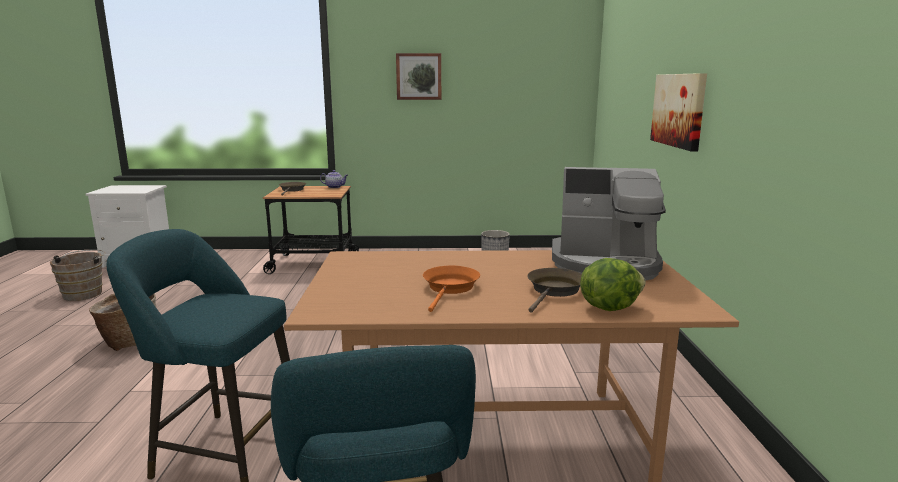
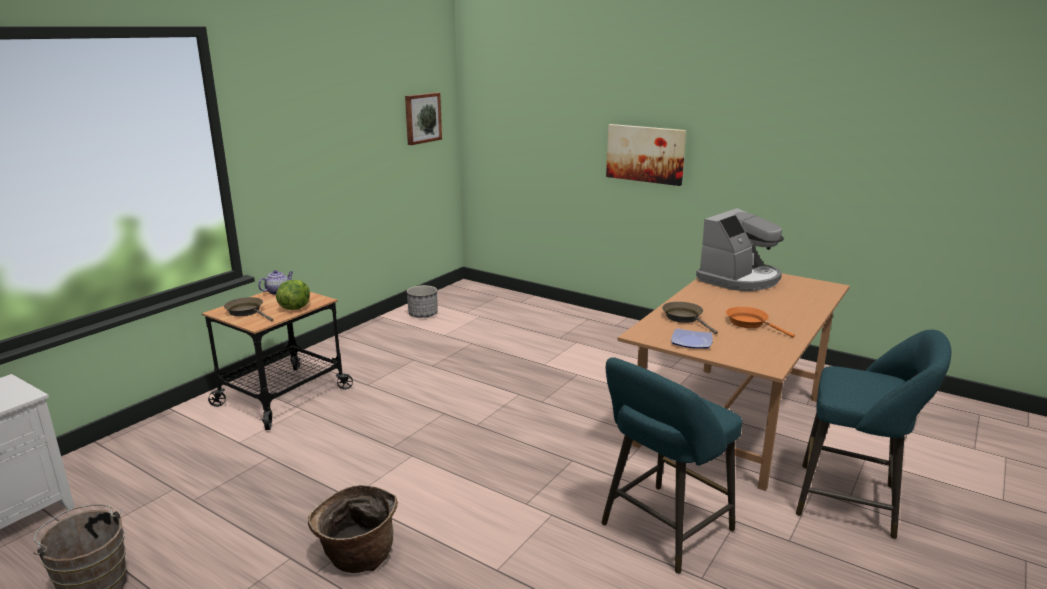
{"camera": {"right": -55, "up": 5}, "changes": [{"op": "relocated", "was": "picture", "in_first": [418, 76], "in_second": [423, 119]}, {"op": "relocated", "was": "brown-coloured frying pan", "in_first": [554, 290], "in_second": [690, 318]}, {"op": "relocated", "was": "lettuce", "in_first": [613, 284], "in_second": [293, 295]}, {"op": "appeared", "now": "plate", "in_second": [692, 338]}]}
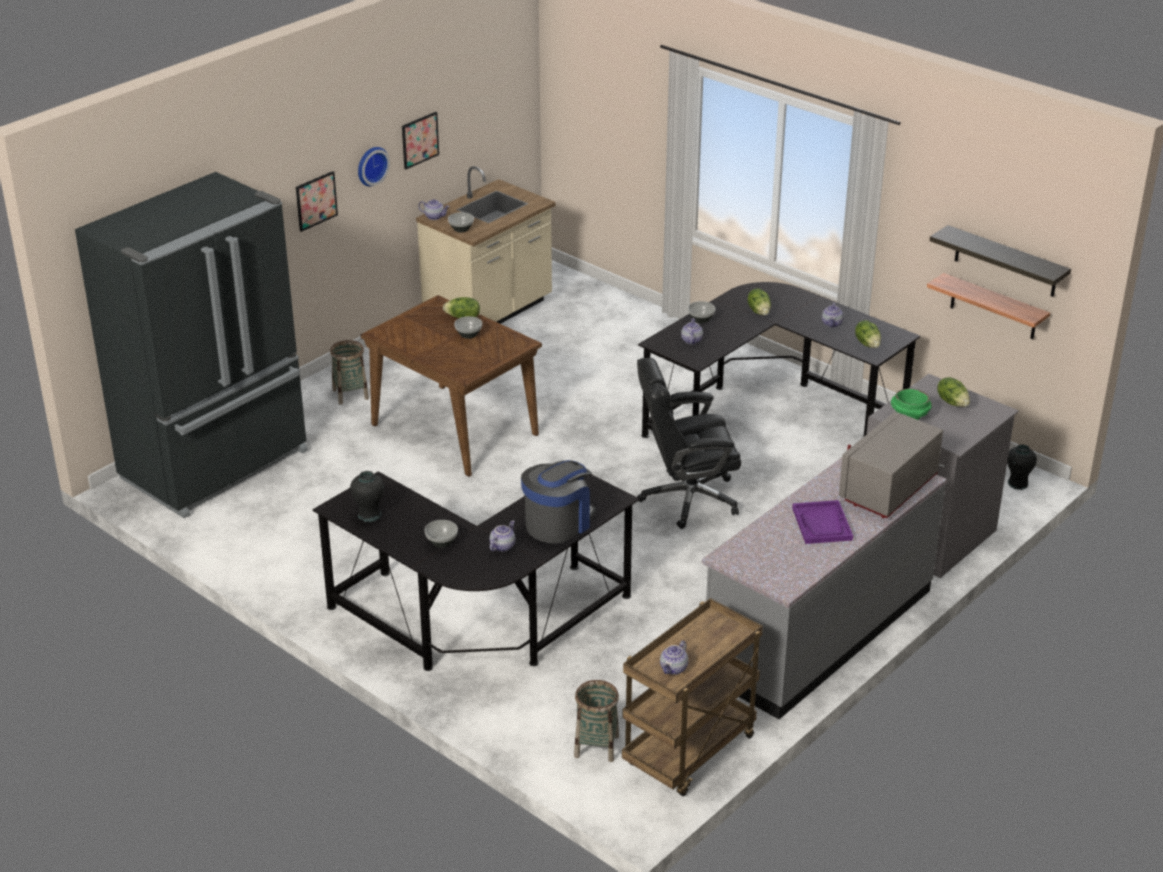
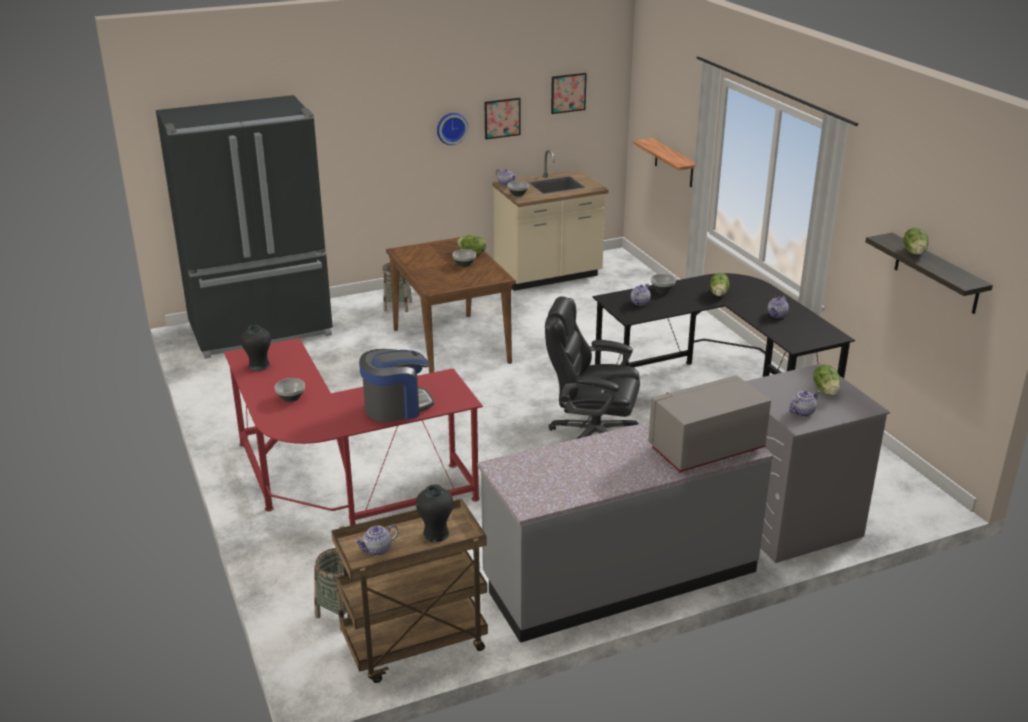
{"camera": {"right": 25, "up": -5}, "changes": [{"op": "relocated", "was": "picture", "in_first": [317, 201], "in_second": [569, 93]}, {"op": "colour", "was": "black desk", "now": "reddish desk", "in_first": [475, 571], "in_second": [353, 432]}, {"op": "relocated", "was": "teapot", "in_first": [502, 536], "in_second": [804, 403]}, {"op": "missing", "was": "purplish carrying tray", "in_first": [822, 522]}, {"op": "relocated", "was": "lettuce", "in_first": [868, 334], "in_second": [915, 241]}, {"op": "missing", "was": "green-coloured serving bowl", "in_first": [911, 404]}, {"op": "relocated", "was": "wall shelf", "in_first": [988, 306], "in_second": [664, 162]}, {"op": "relocated", "was": "black vase", "in_first": [1022, 467], "in_second": [434, 514]}]}
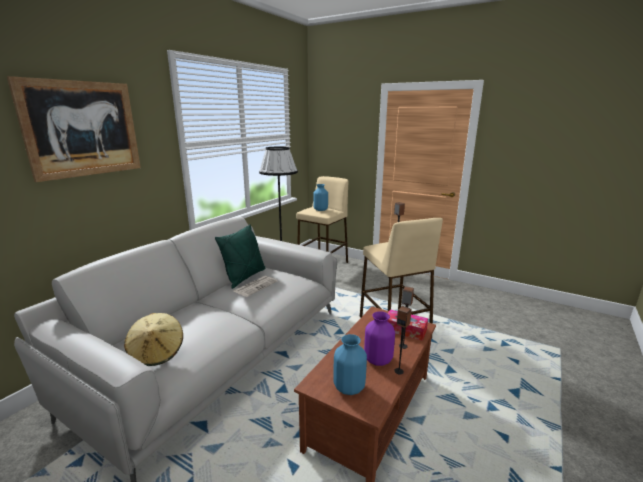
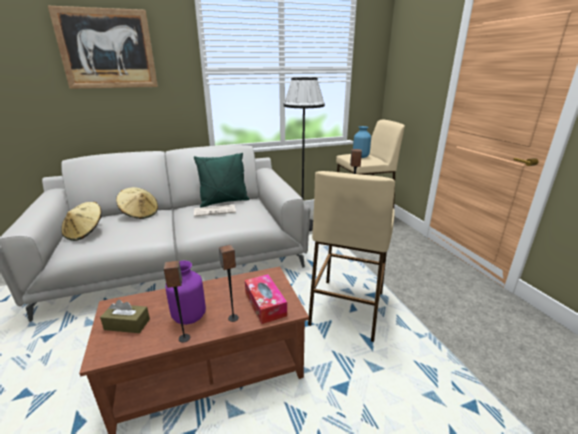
{"camera": {"right": 40, "up": 5}, "changes": [{"op": "exchanged", "was": "blue-coloured vase", "now": "brown-coloured tissue holder", "in_first": [350, 364], "in_second": [125, 316]}, {"op": "appeared", "now": "beige-coloured wearable hat", "in_second": [137, 203]}]}
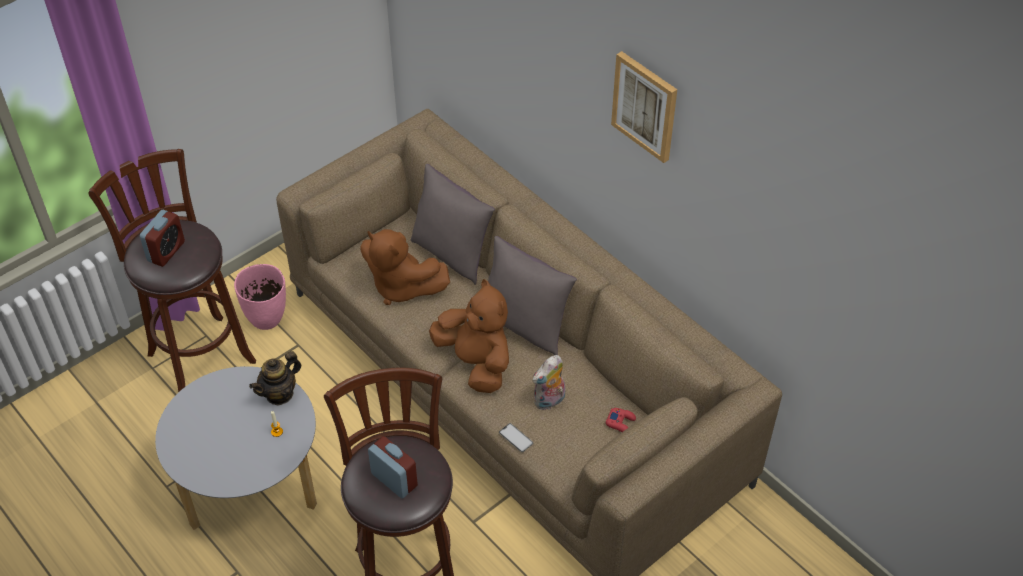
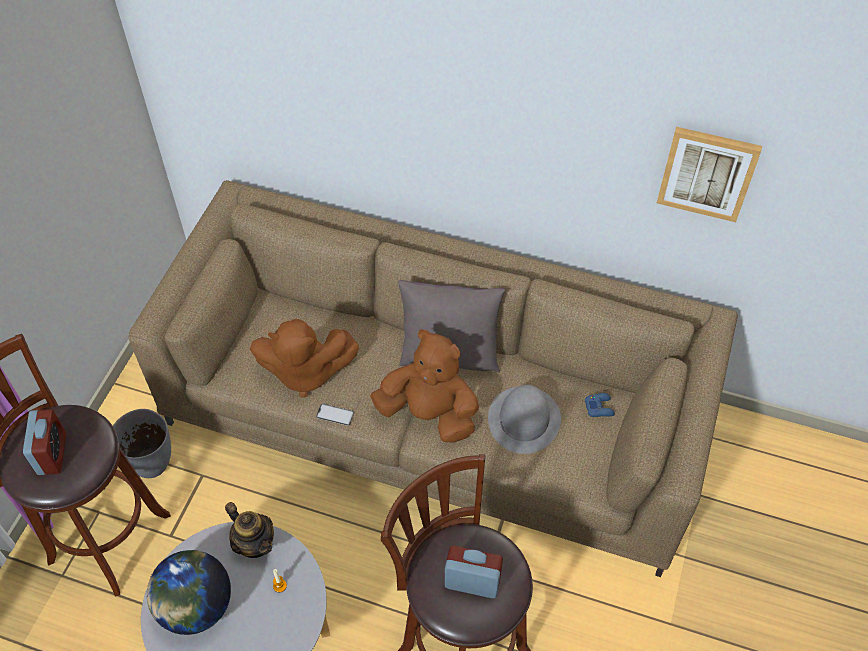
{"camera": {"right": -30, "up": 5}, "changes": [{"op": "colour", "was": "pink vase", "now": "greyish vase", "in_first": [260, 297], "in_second": [142, 443]}, {"op": "spun", "was": "teapot", "in_first": [275, 378], "in_second": [249, 530], "clockwise": -60}, {"op": "missing", "was": "greyish cushion", "in_first": [453, 224]}, {"op": "relocated", "was": "telephone", "in_first": [516, 437], "in_second": [335, 414]}, {"op": "exchanged", "was": "plush toy", "now": "greyish wearable hat", "in_first": [549, 382], "in_second": [524, 419]}, {"op": "colour", "was": "reddish game controller", "now": "blue-coloured game controller", "in_first": [620, 420], "in_second": [600, 405]}, {"op": "relocated", "was": "picture", "in_first": [644, 107], "in_second": [709, 174]}, {"op": "appeared", "now": "world globe", "in_second": [189, 592]}]}
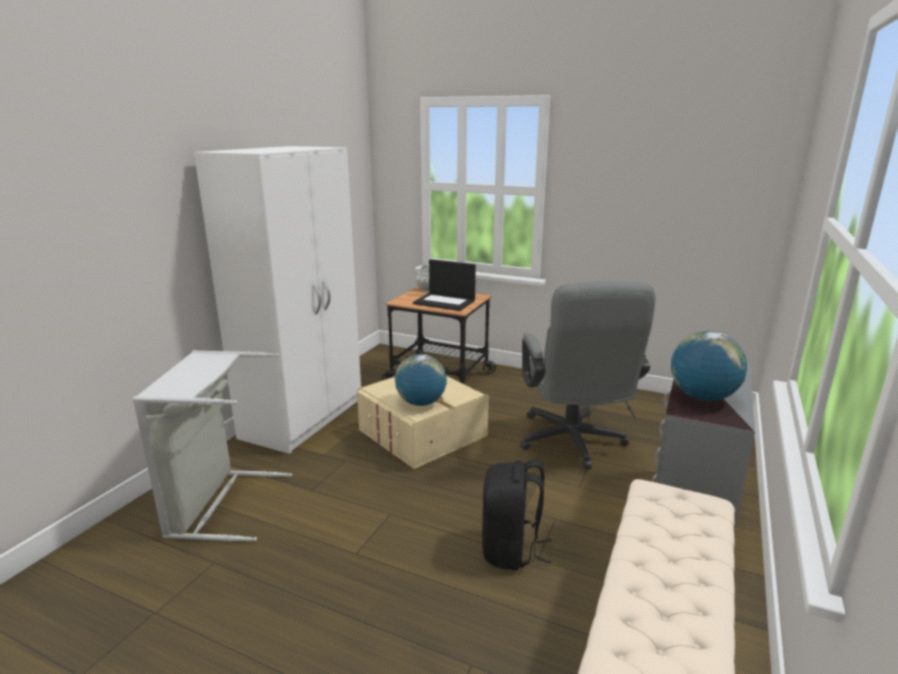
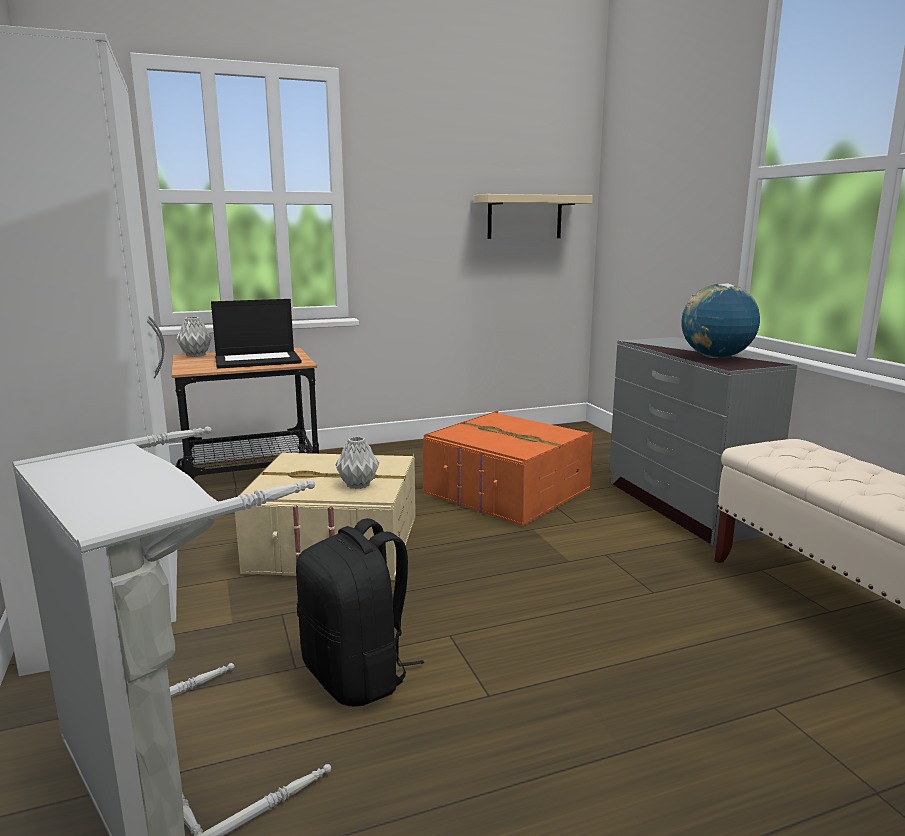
{"camera": {"right": -45, "up": -5}, "changes": [{"op": "exchanged", "was": "world globe", "now": "greyish vase", "in_first": [421, 380], "in_second": [357, 462]}, {"op": "relocated", "was": "black backpack", "in_first": [516, 515], "in_second": [360, 612]}, {"op": "exchanged", "was": "greyish desk chair", "now": "orange storage container", "in_first": [588, 375], "in_second": [508, 468]}, {"op": "appeared", "now": "beige-coloured wall shelf", "in_second": [533, 216]}]}
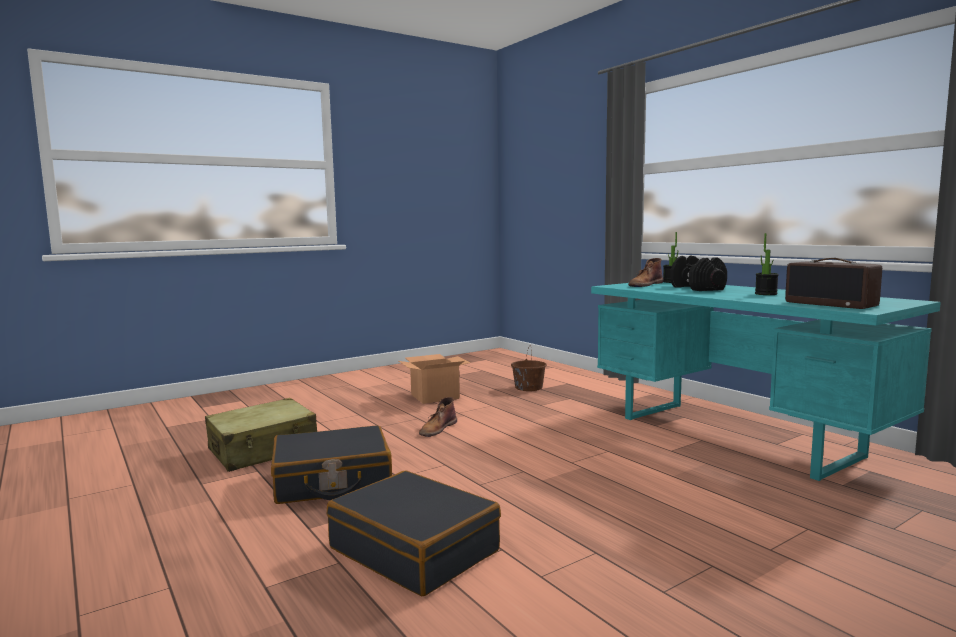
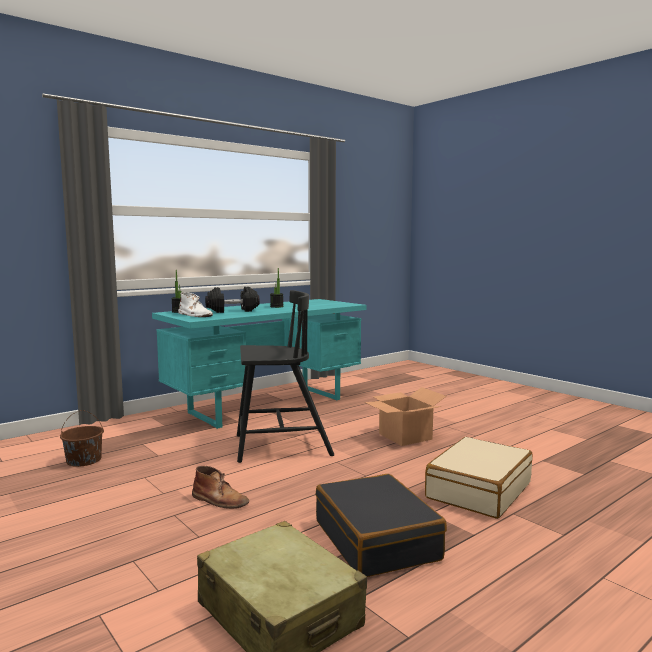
{"camera": {"right": -95, "up": 0}, "changes": [{"op": "colour", "was": "black suitcase", "now": "beige-coloured suitcase", "in_first": [414, 533], "in_second": [478, 478]}, {"op": "relocated", "was": "packing box", "in_first": [435, 379], "in_second": [405, 416]}, {"op": "colour", "was": "brown-coloured boot", "now": "whitish boot", "in_first": [646, 272], "in_second": [195, 304]}, {"op": "missing", "was": "radio set", "in_first": [833, 283]}, {"op": "appeared", "now": "black upright chair", "in_second": [285, 376]}]}
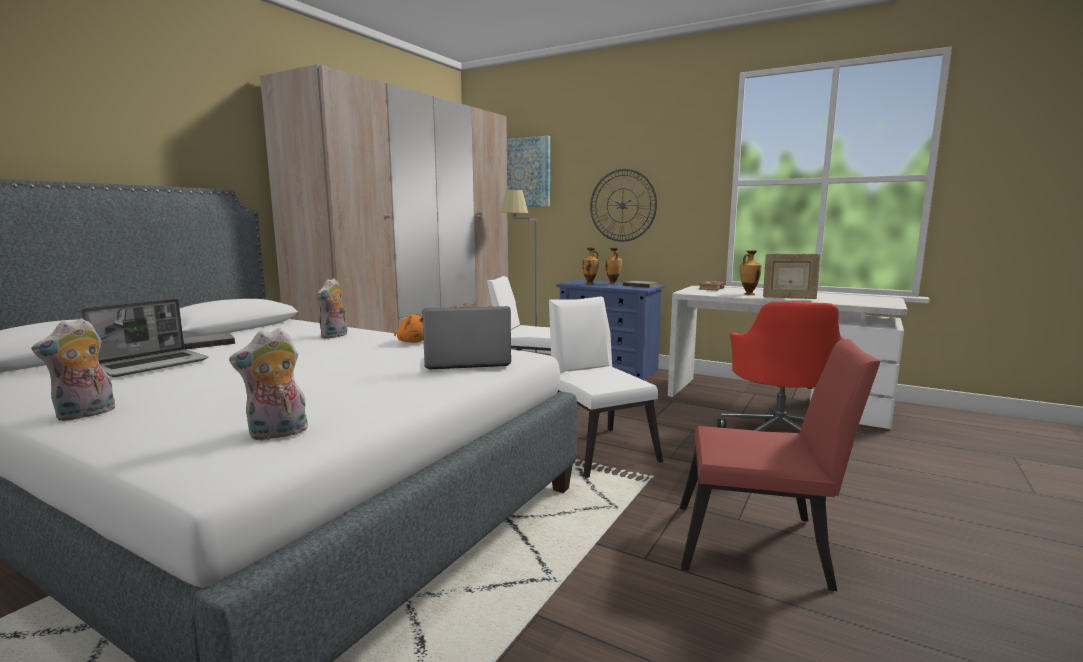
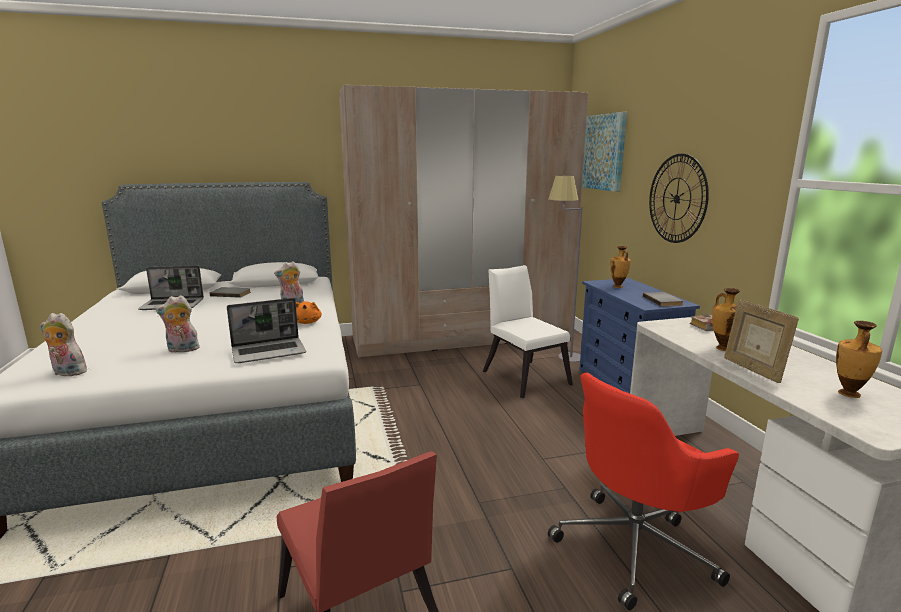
{"camera": {"right": 45, "up": 5}, "changes": [{"op": "relocated", "was": "plush toy", "in_first": [73, 369], "in_second": [178, 324]}, {"op": "spun", "was": "laptop", "in_first": [466, 337], "in_second": [266, 330], "clockwise": 120}, {"op": "missing", "was": "whitish upright chair", "in_first": [606, 387]}, {"op": "relocated", "was": "vase", "in_first": [613, 266], "in_second": [859, 359]}]}
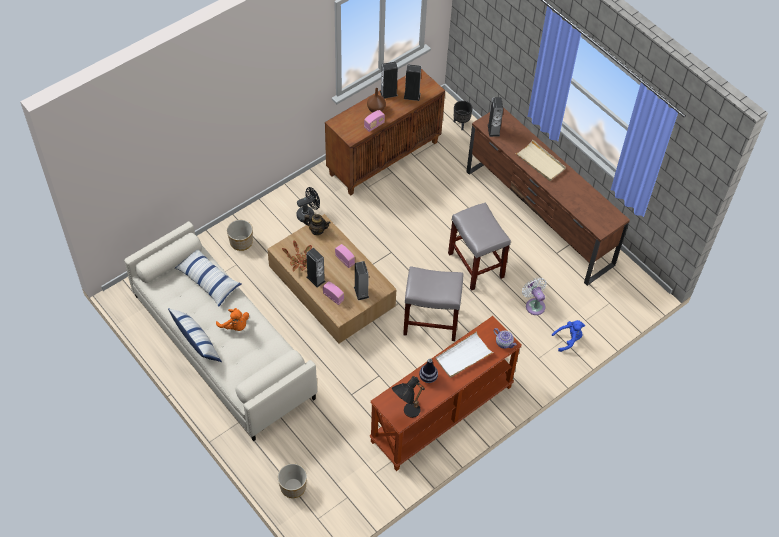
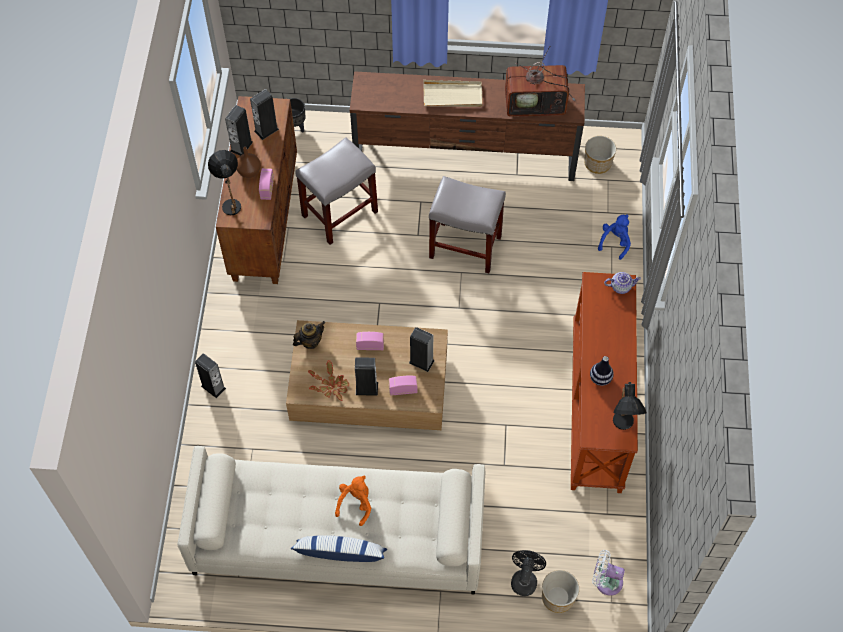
{"camera": {"right": -45, "up": 5}, "changes": [{"op": "missing", "was": "cushion", "in_first": [208, 278]}, {"op": "spun", "was": "orange plush toy", "in_first": [232, 319], "in_second": [353, 501], "clockwise": -60}, {"op": "relocated", "was": "planter", "in_first": [240, 235], "in_second": [600, 155]}, {"op": "relocated", "was": "black electric fan", "in_first": [308, 204], "in_second": [528, 573]}, {"op": "relocated", "was": "greyish stool seat", "in_first": [433, 303], "in_second": [336, 191]}, {"op": "missing", "was": "whitish carrying tray", "in_first": [464, 354]}, {"op": "relocated", "was": "loudspeaker", "in_first": [495, 117], "in_second": [210, 375]}, {"op": "relocated", "was": "whitish electric fan", "in_first": [534, 296], "in_second": [608, 573]}, {"op": "appeared", "now": "black tabletop lamp", "in_second": [224, 182]}, {"op": "appeared", "now": "TV set", "in_second": [540, 81]}]}
